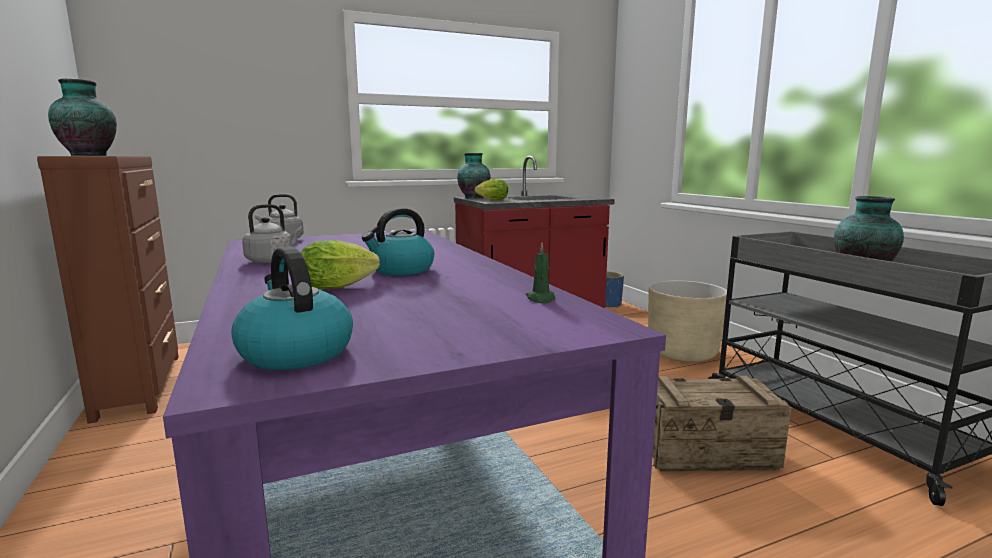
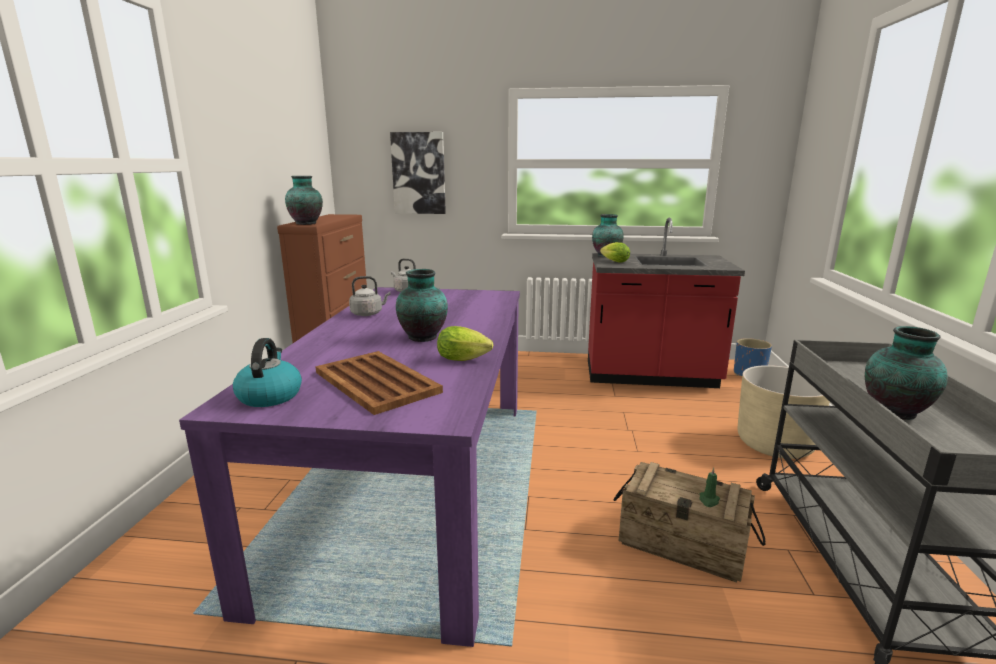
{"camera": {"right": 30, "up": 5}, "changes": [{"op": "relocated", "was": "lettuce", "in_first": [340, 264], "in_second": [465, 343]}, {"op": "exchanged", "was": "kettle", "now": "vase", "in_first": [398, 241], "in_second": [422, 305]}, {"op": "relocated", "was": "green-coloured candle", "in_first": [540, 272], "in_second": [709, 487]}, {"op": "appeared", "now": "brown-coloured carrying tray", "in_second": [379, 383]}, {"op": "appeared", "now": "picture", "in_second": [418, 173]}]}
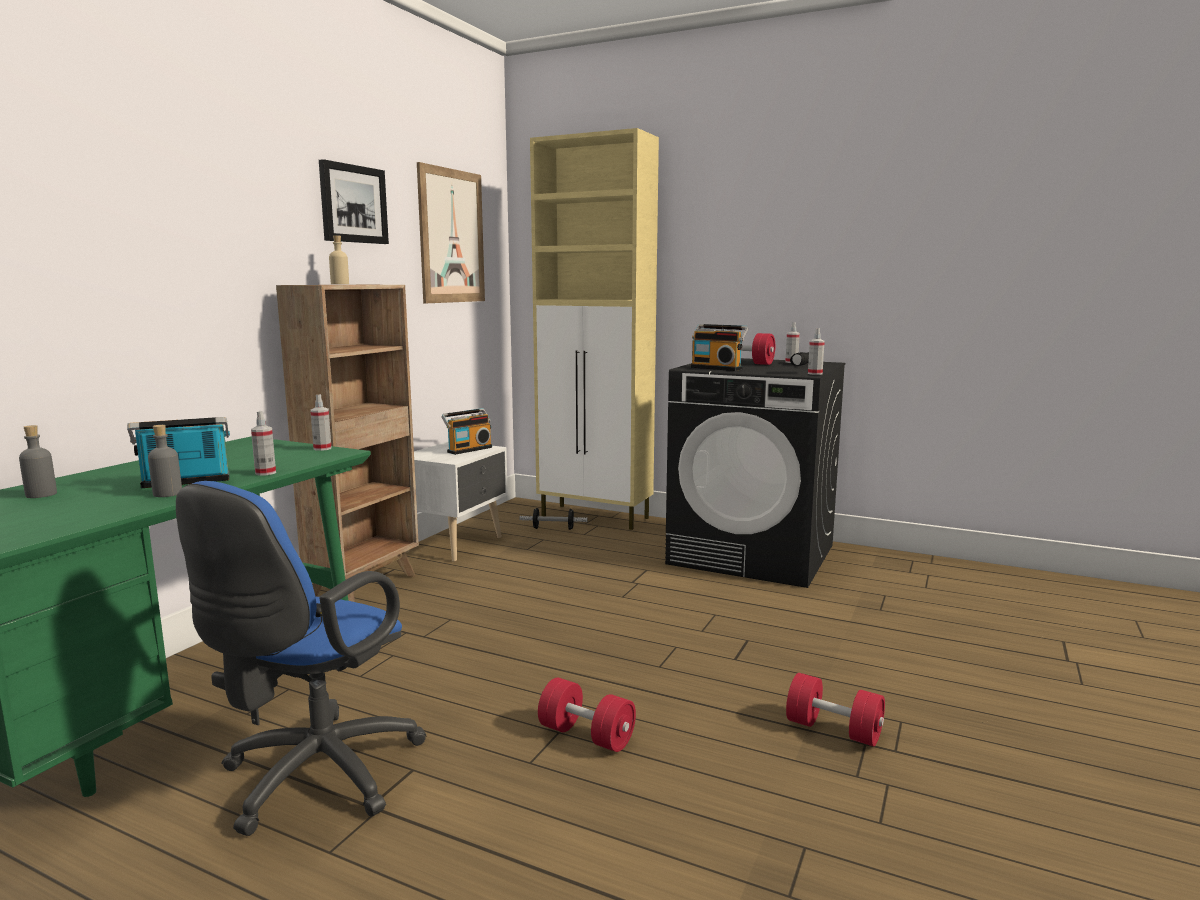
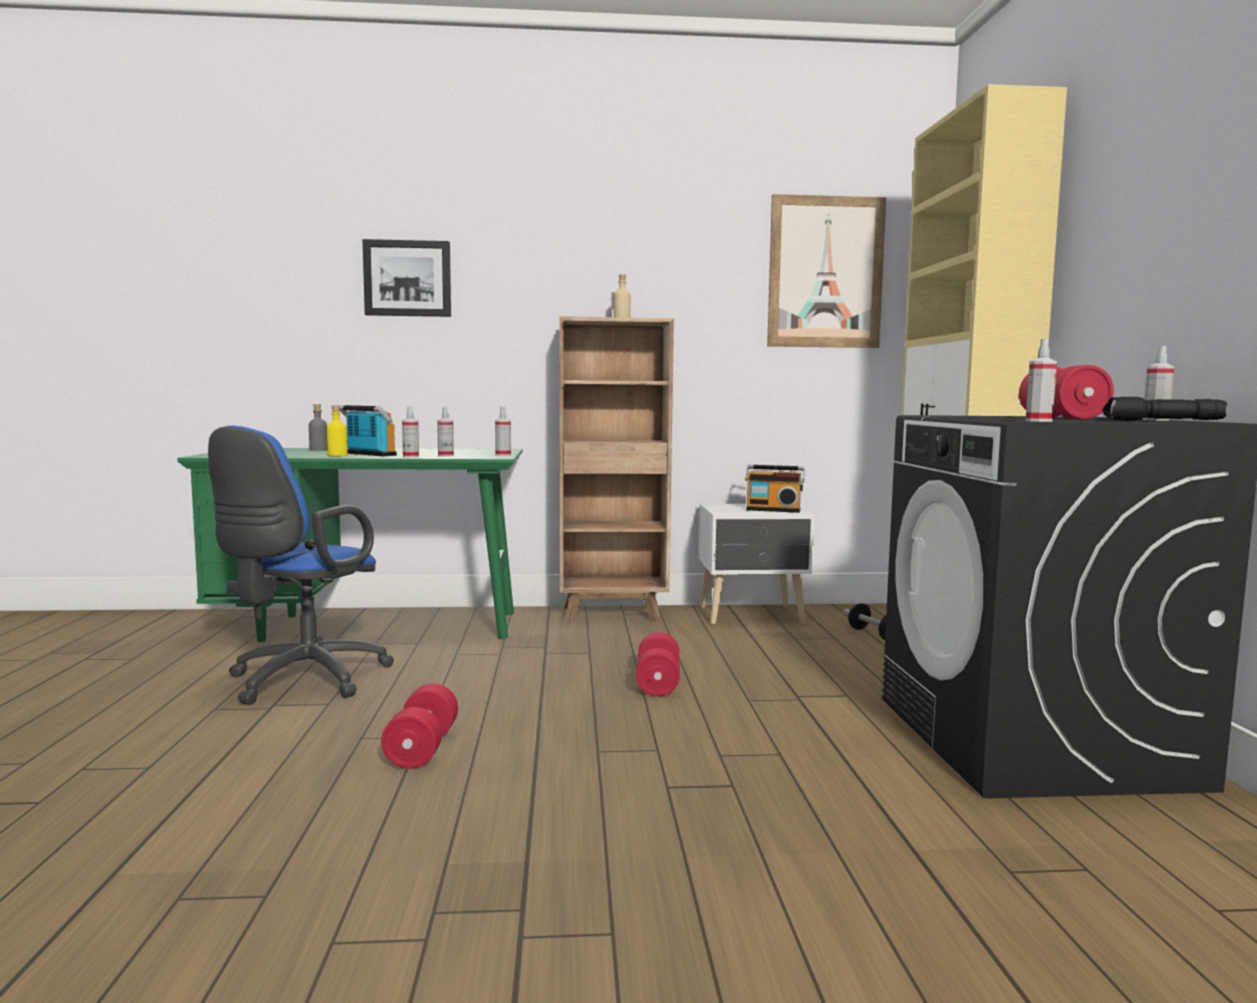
{"camera": {"right": 60, "up": -5}, "changes": [{"op": "colour", "was": "greyish bottle", "now": "yellowish bottle", "in_first": [165, 461], "in_second": [337, 431]}, {"op": "spun", "was": "blue-coloured desk chair", "in_first": [301, 658], "in_second": [301, 565], "clockwise": -60}, {"op": "relocated", "was": "picture", "in_first": [354, 201], "in_second": [406, 278]}, {"op": "missing", "was": "radio set", "in_first": [720, 347]}, {"op": "relocated", "was": "reddish dumbbell", "in_first": [835, 709], "in_second": [658, 664]}, {"op": "appeared", "now": "sprayer", "in_second": [445, 431]}]}
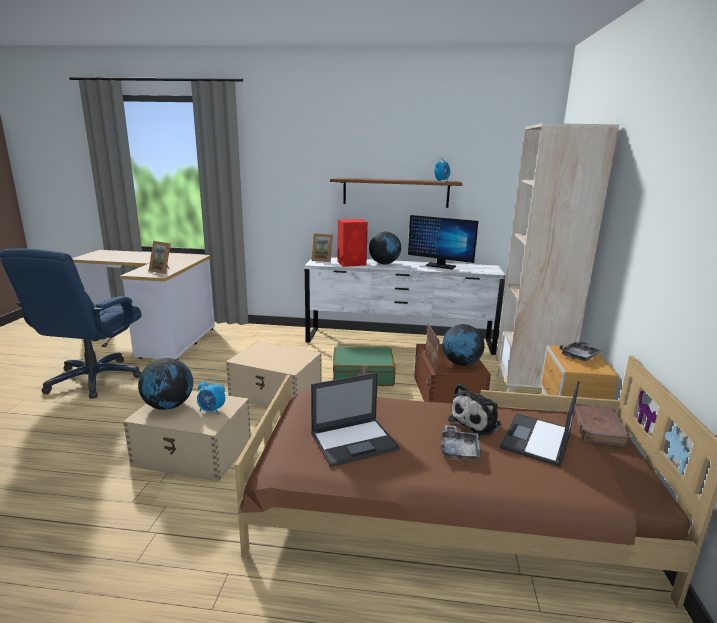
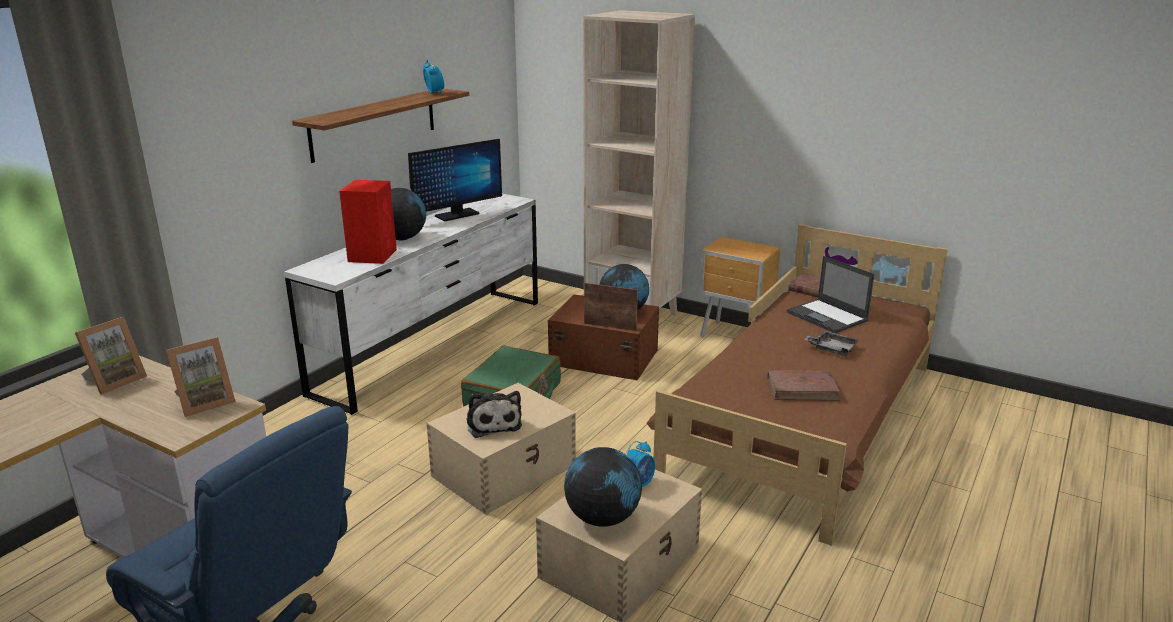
{"camera": {"right": -65, "up": 5}, "changes": [{"op": "relocated", "was": "photo frame", "in_first": [322, 248], "in_second": [111, 355]}, {"op": "exchanged", "was": "laptop", "now": "brown-coloured book", "in_first": [355, 420], "in_second": [803, 385]}, {"op": "relocated", "was": "plush toy", "in_first": [474, 410], "in_second": [494, 414]}, {"op": "missing", "was": "greyish carrying tray", "in_first": [581, 351]}]}
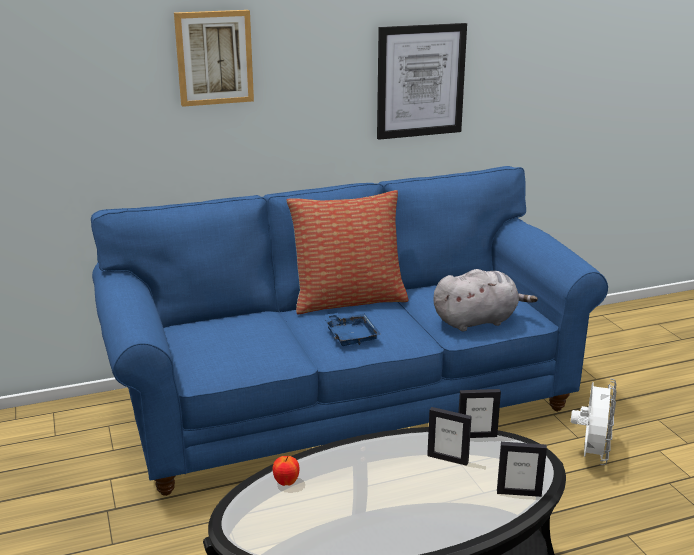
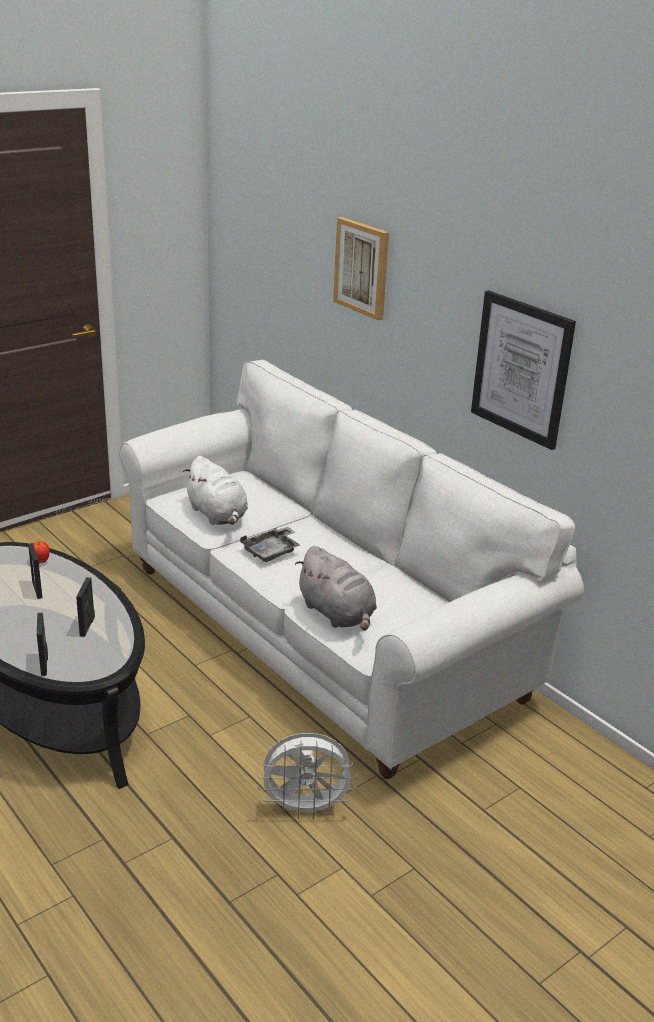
{"camera": {"right": 70, "up": 5}, "changes": [{"op": "colour", "was": "blue-coloured settee", "now": "whitish settee", "in_first": [349, 331], "in_second": [351, 569]}, {"op": "missing", "was": "cushion", "in_first": [348, 252]}, {"op": "colour", "was": "blue-coloured carrying tray", "now": "greyish carrying tray", "in_first": [353, 329], "in_second": [270, 544]}, {"op": "relocated", "was": "photo frame", "in_first": [480, 413], "in_second": [35, 571]}, {"op": "appeared", "now": "whitish plush toy", "in_second": [215, 490]}]}
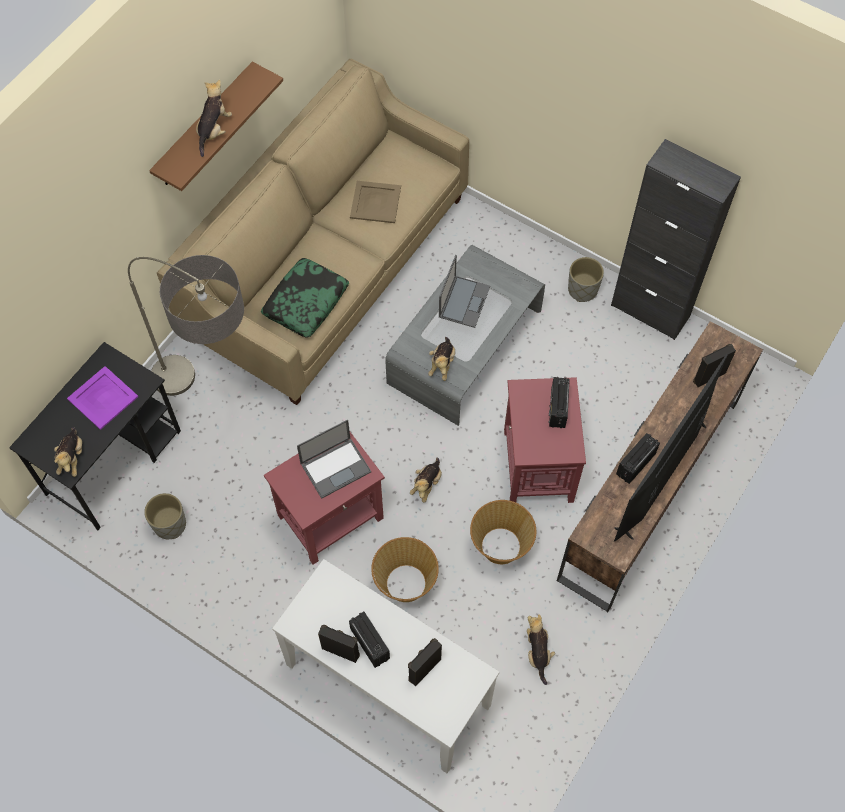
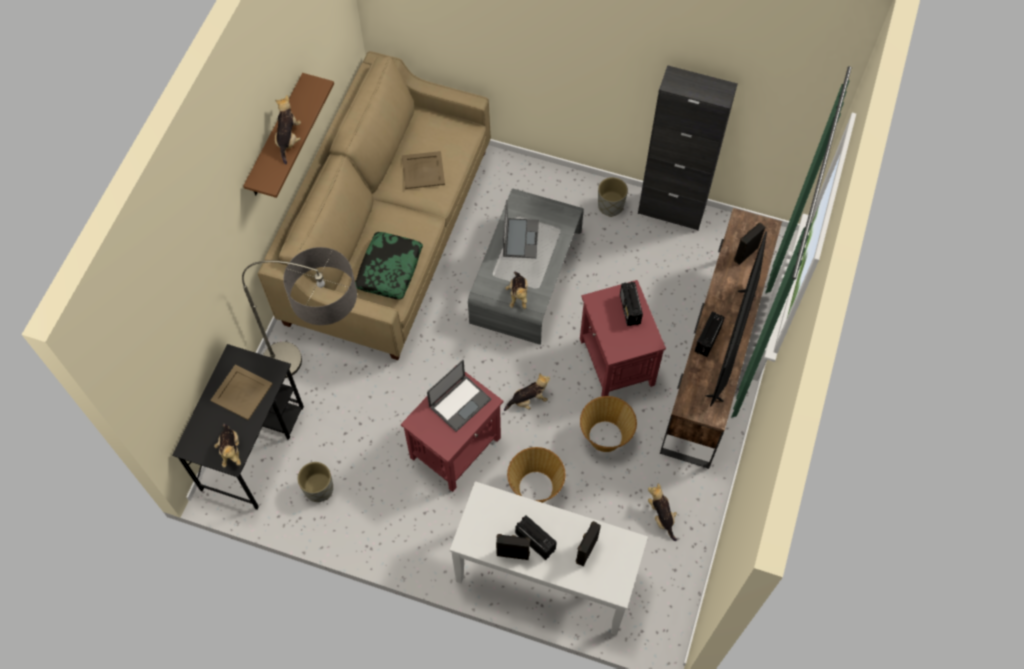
{"camera": {"right": -15, "up": 0}, "changes": [{"op": "colour", "was": "purplish carrying tray", "now": "beige-coloured carrying tray", "in_first": [102, 398], "in_second": [241, 392]}, {"op": "spun", "was": "plush toy", "in_first": [426, 480], "in_second": [527, 392], "clockwise": -120}]}
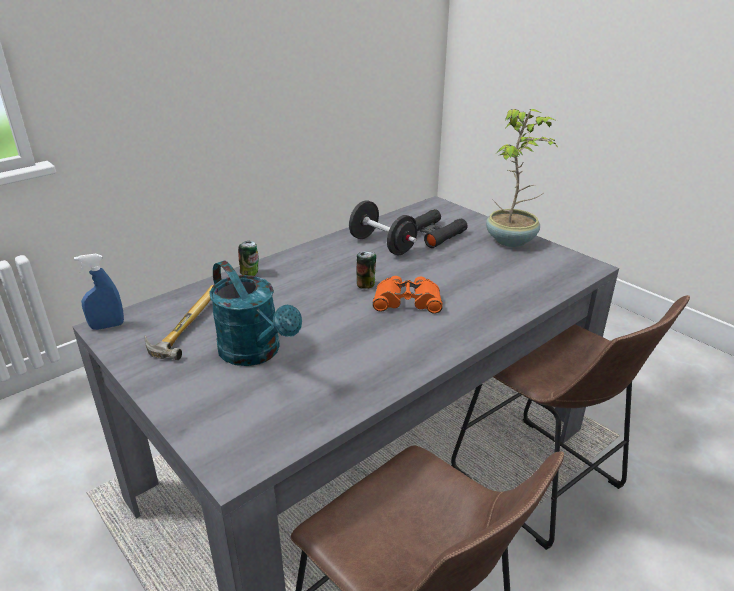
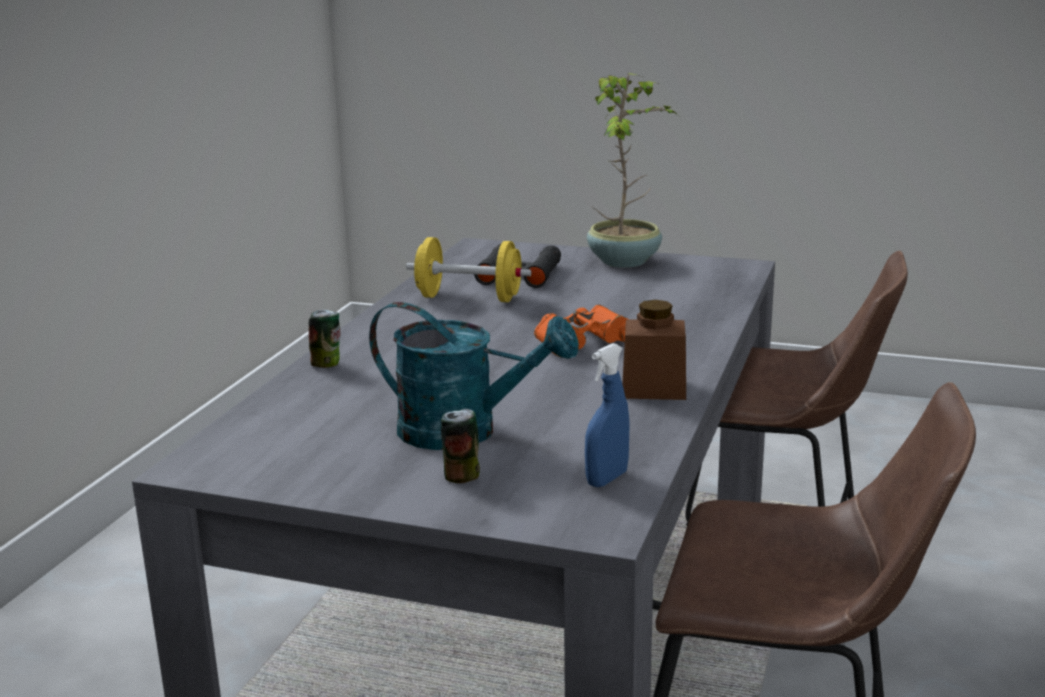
{"camera": {"right": -30, "up": -10}, "changes": [{"op": "relocated", "was": "blue-coloured sprayer", "in_first": [99, 292], "in_second": [607, 415]}, {"op": "missing", "was": "tool hammer", "in_first": [179, 322]}, {"op": "colour", "was": "black dumbbell", "now": "yellowish dumbbell", "in_first": [383, 227], "in_second": [468, 269]}, {"op": "relocated", "was": "sealed can", "in_first": [366, 270], "in_second": [460, 446]}, {"op": "appeared", "now": "brown-coloured jar", "in_second": [654, 350]}]}
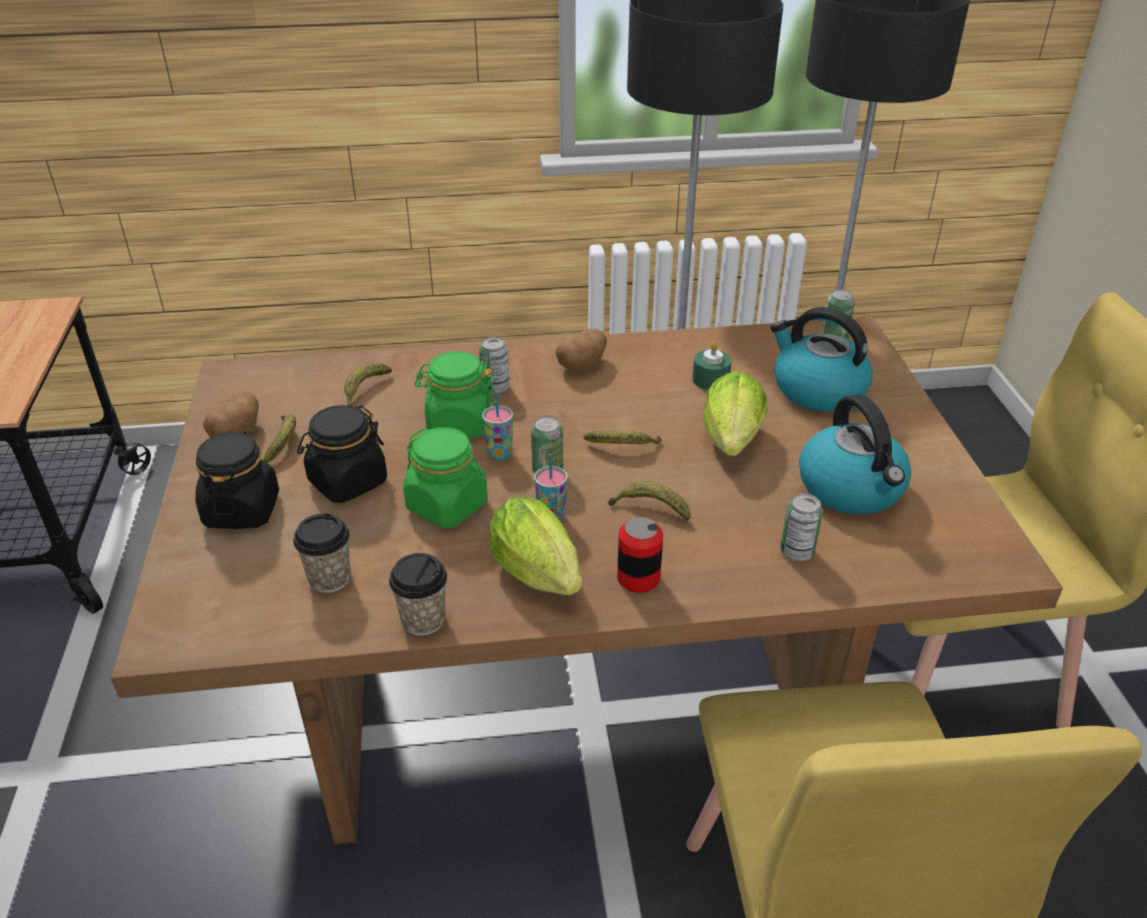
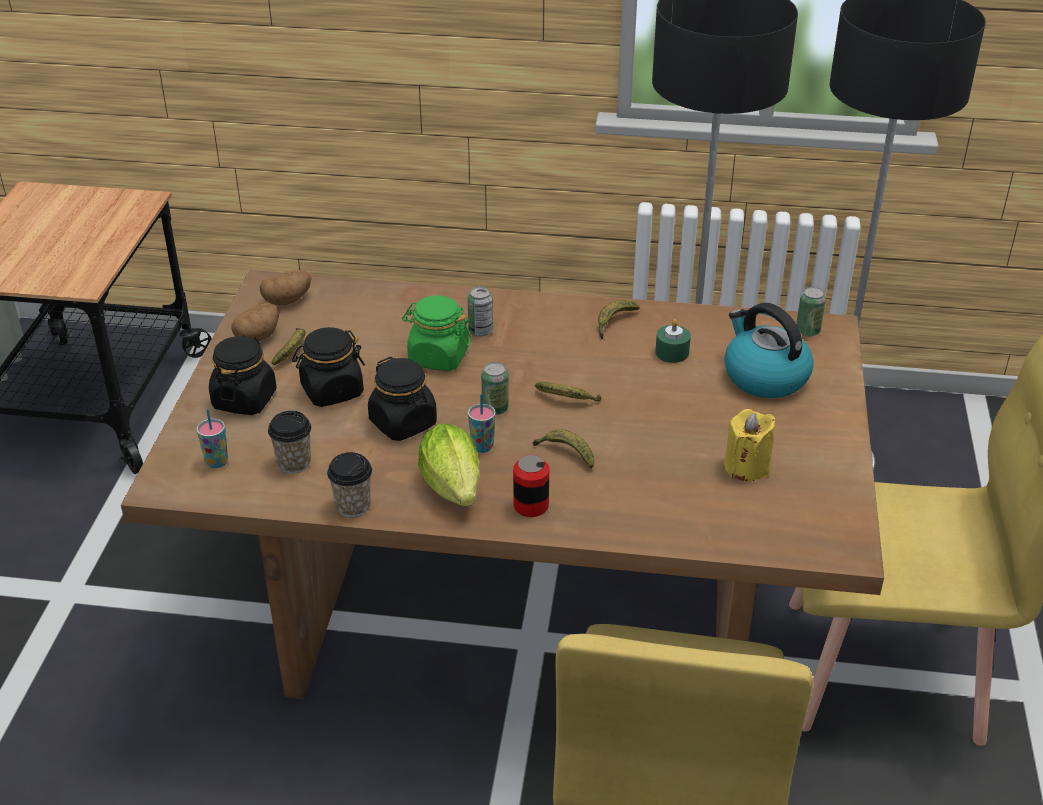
{"camera": {"right": 15, "up": 0}, "changes": [{"op": "relocated", "was": "whole banana", "in_first": [368, 385], "in_second": [619, 319]}, {"op": "colour", "was": "green-coloured jar", "now": "black jar", "in_first": [445, 477], "in_second": [402, 399]}, {"op": "relocated", "was": "cup", "in_first": [497, 426], "in_second": [212, 438]}, {"op": "relocated", "was": "spud", "in_first": [581, 350], "in_second": [285, 287]}, {"op": "missing", "was": "lettuce", "in_first": [735, 413]}, {"op": "missing", "was": "sealed can", "in_first": [801, 527]}, {"op": "exchanged", "was": "kettle", "now": "yellowish candle", "in_first": [855, 454], "in_second": [749, 445]}]}
